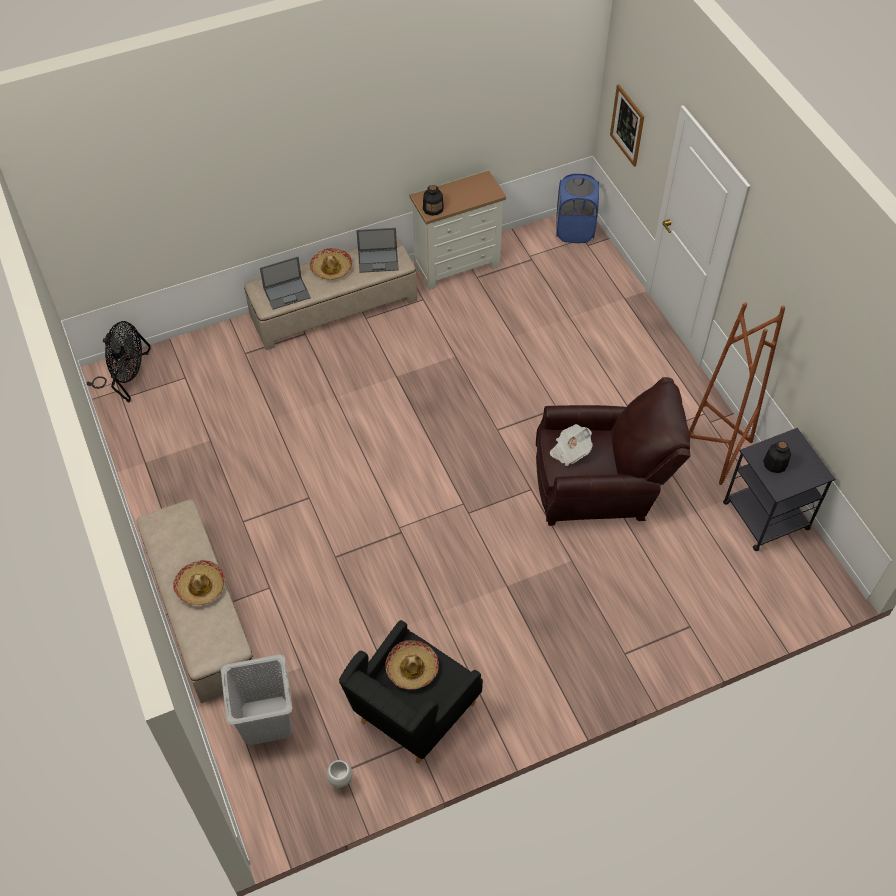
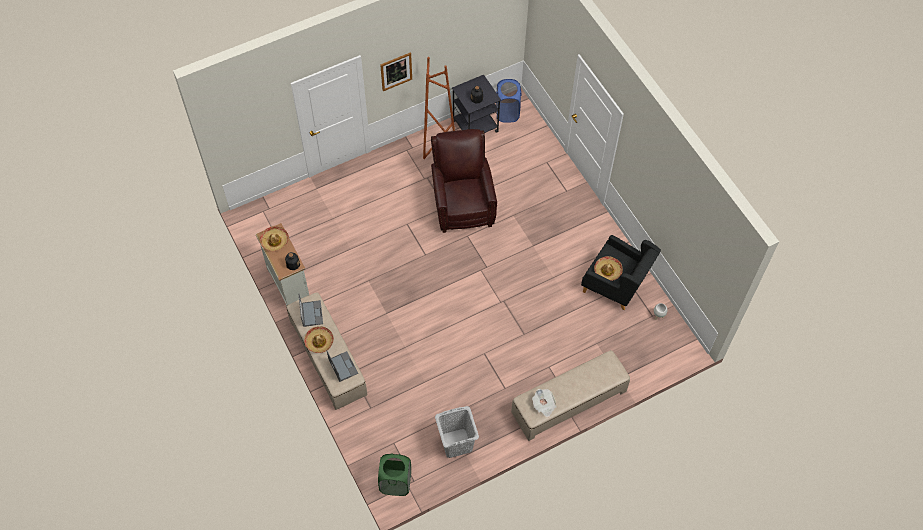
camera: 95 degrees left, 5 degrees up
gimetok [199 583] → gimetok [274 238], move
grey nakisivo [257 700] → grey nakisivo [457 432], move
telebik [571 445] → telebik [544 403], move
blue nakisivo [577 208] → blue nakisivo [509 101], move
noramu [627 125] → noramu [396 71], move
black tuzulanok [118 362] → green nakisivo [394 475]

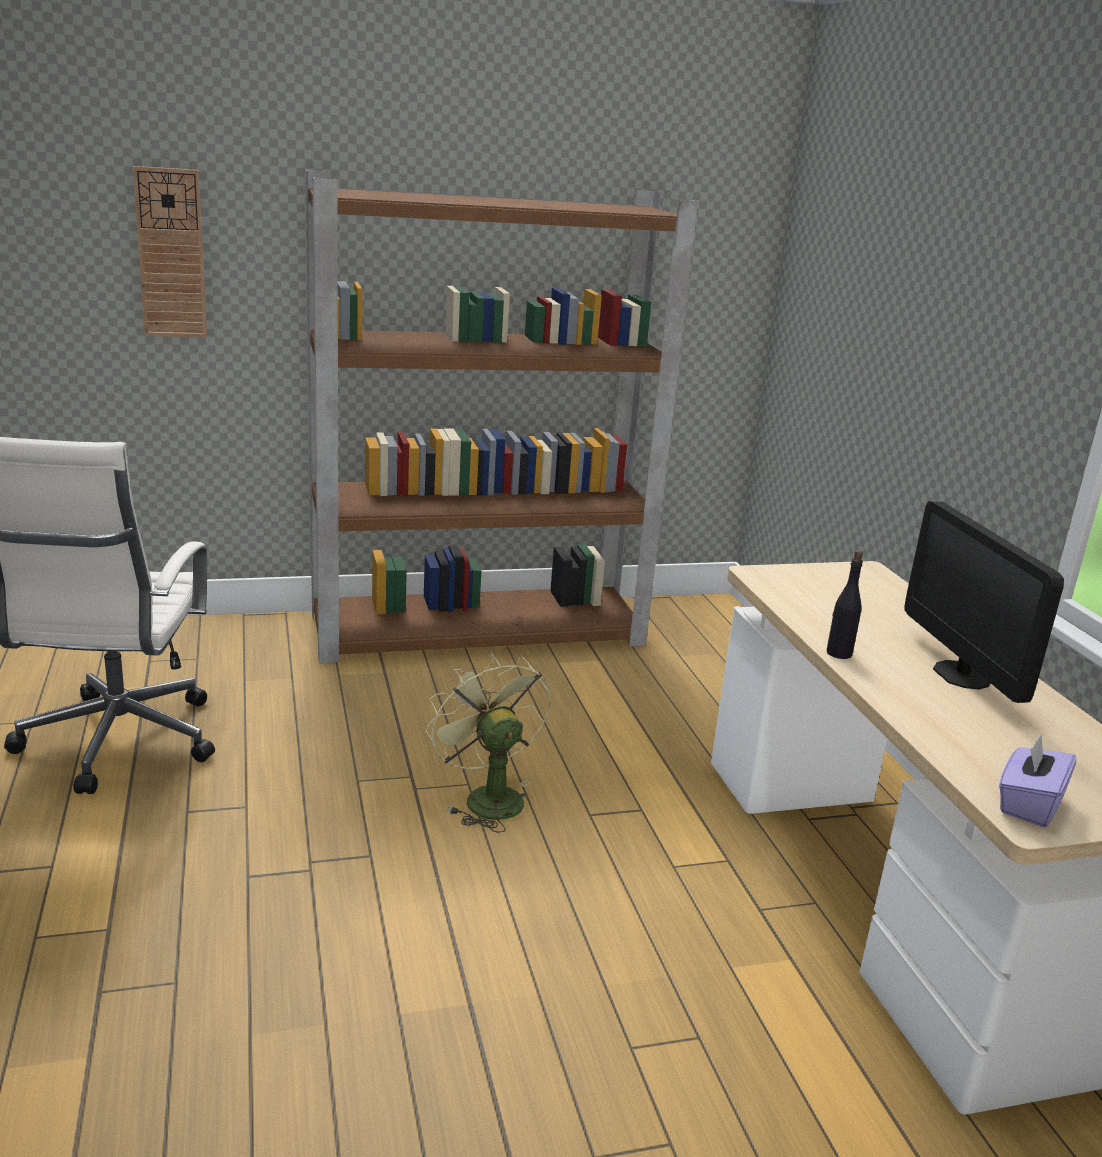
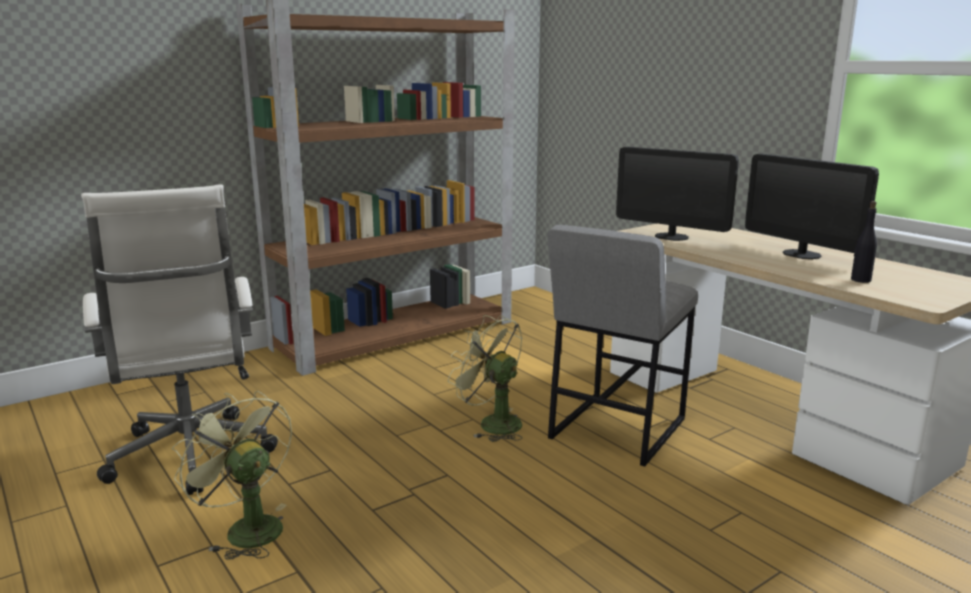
camera: 20 degrees left, 5 degrees down
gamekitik [170 251] → -
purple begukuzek [1037 781] → -
- → green tuzulanok [232 475]
- → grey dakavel [622 346]
- → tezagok [677 194]
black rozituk [845 604] → black rozituk [864 242], move

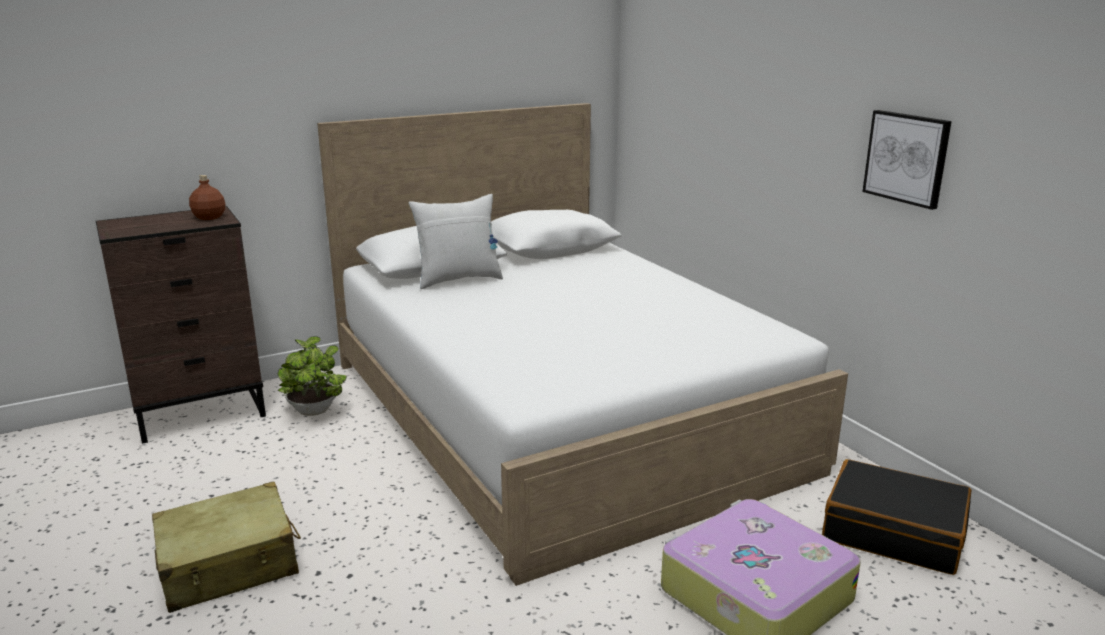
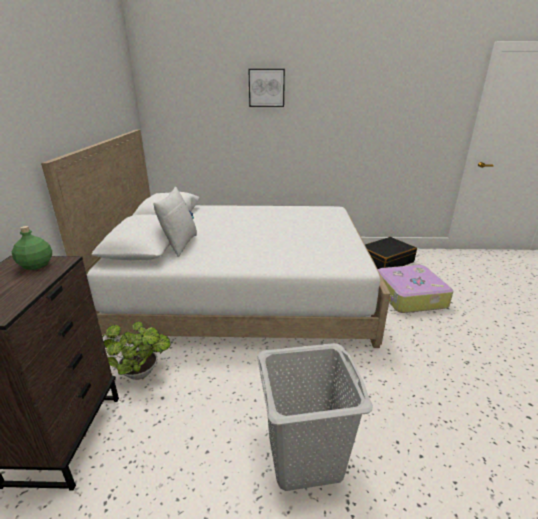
camera: 60 degrees left, 5 degrees up
noramu [907 160] → noramu [266 88], move
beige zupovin [226 547] → grey nakisivo [315 417]
brown rozituk [207 197] → green rozituk [32 248]

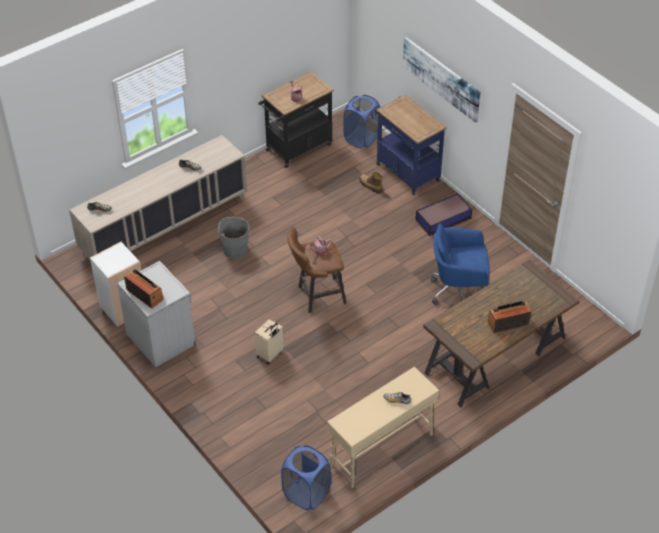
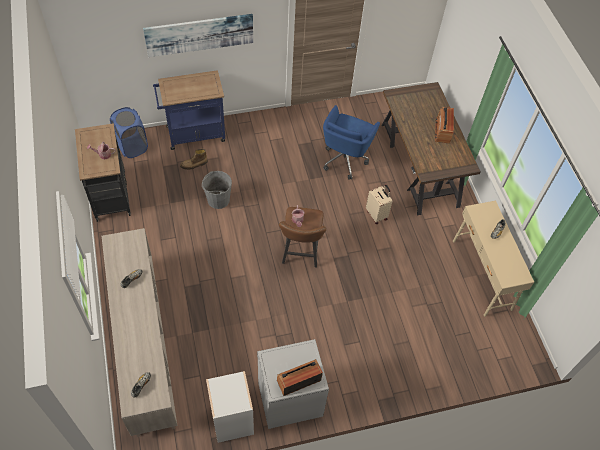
camera: 70 degrees left, 10 degrees up
blue nakisivo [306 477] → -
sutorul [443 214] → -
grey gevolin [233 238] → grey gevolin [217 190], move
beige zupovin [269 342] → beige zupovin [379 204], move

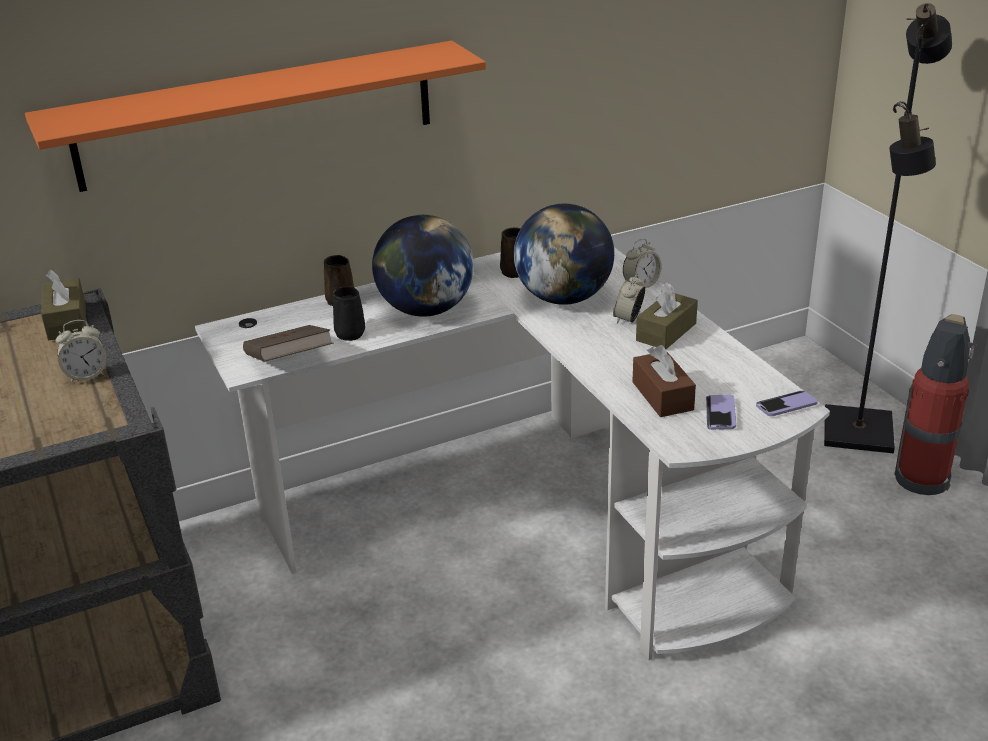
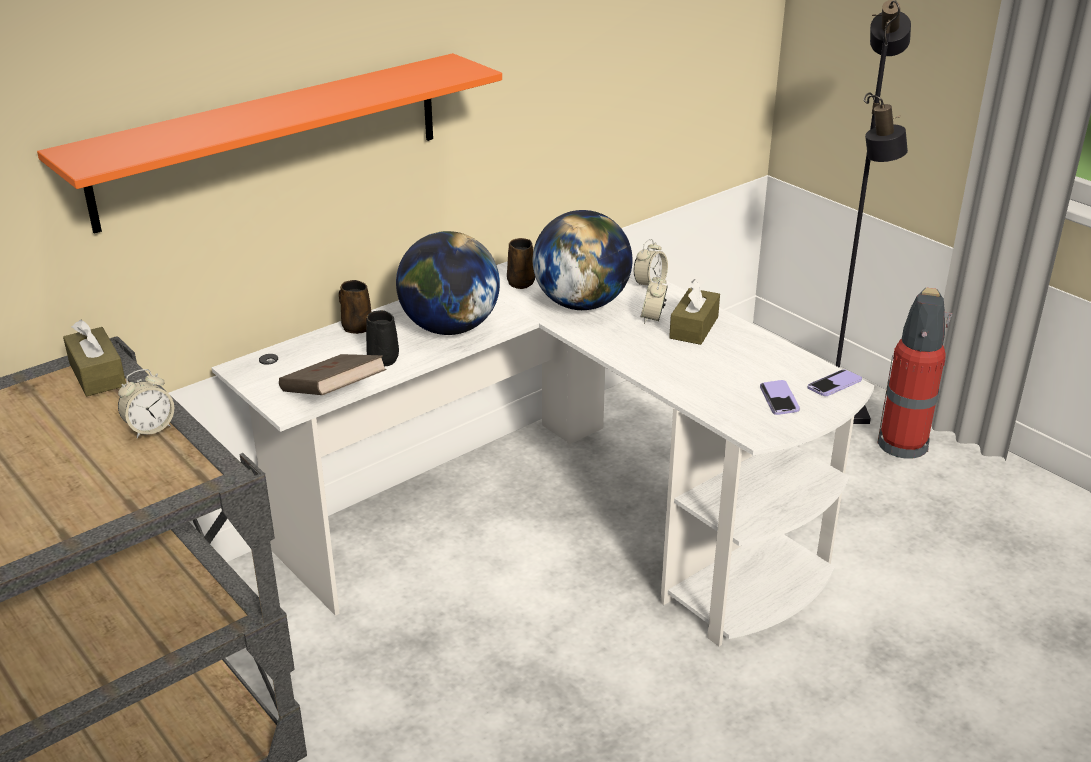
camera: 15 degrees left, 0 degrees up
brown begukuzek [664 381] → -

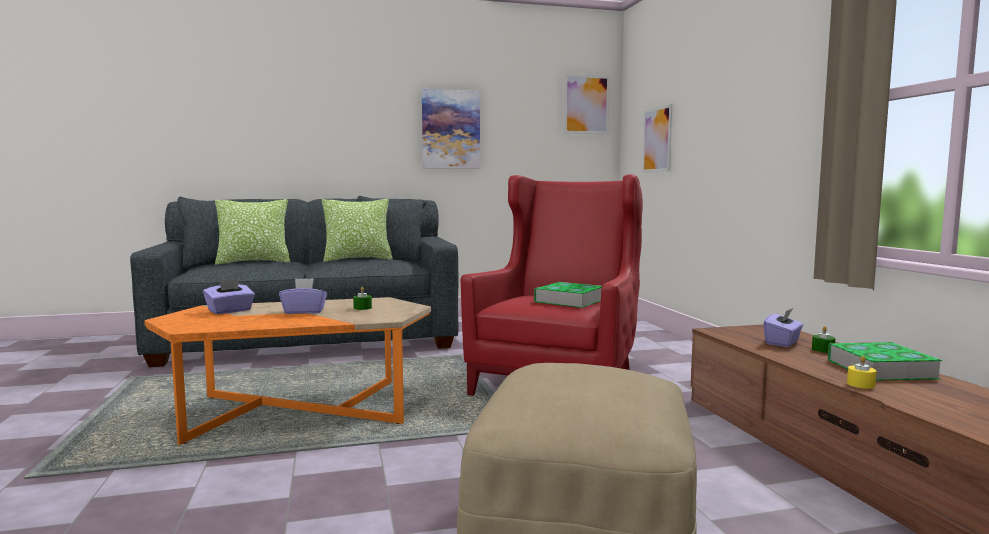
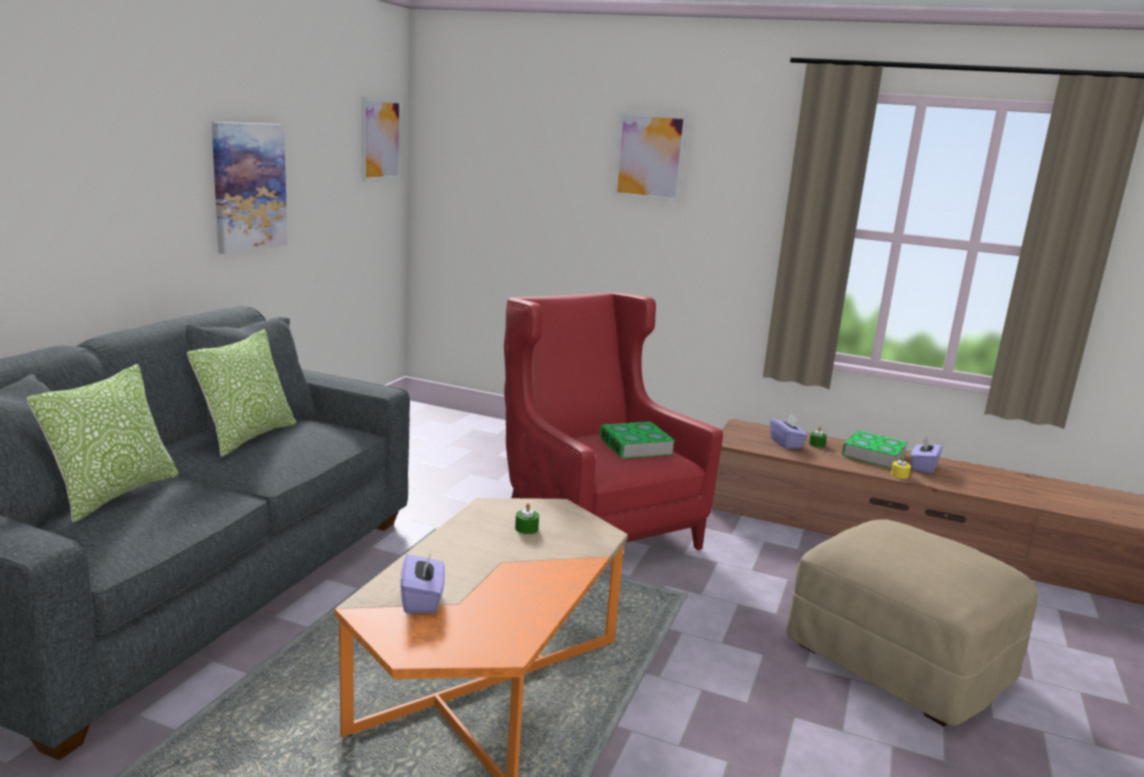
camera: 55 degrees left, 10 degrees up
purple begukuzek [303 296] → purple begukuzek [926 455], move
noramu [657 138] → noramu [650 156], move

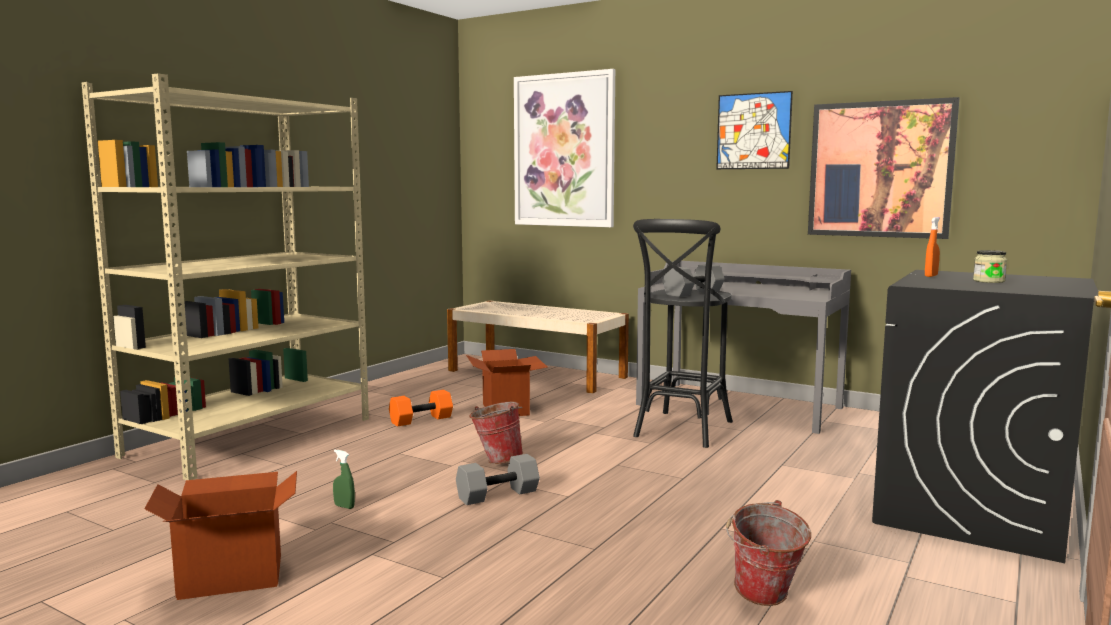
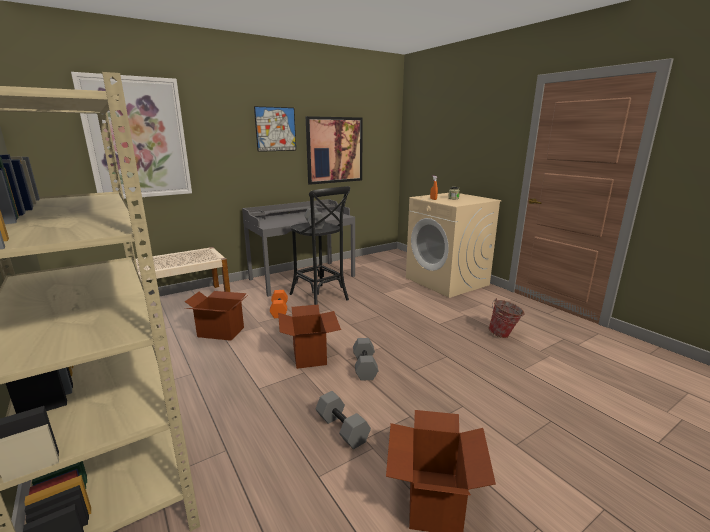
camera: 65 degrees left, 10 degrees up
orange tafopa [421 408] → orange tafopa [279 304], move
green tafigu [344 479] → grey tafopa [343 420]
gevolin [496 432] → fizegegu [309 337]
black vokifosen [985 416] → beige vokifosen [453 245]

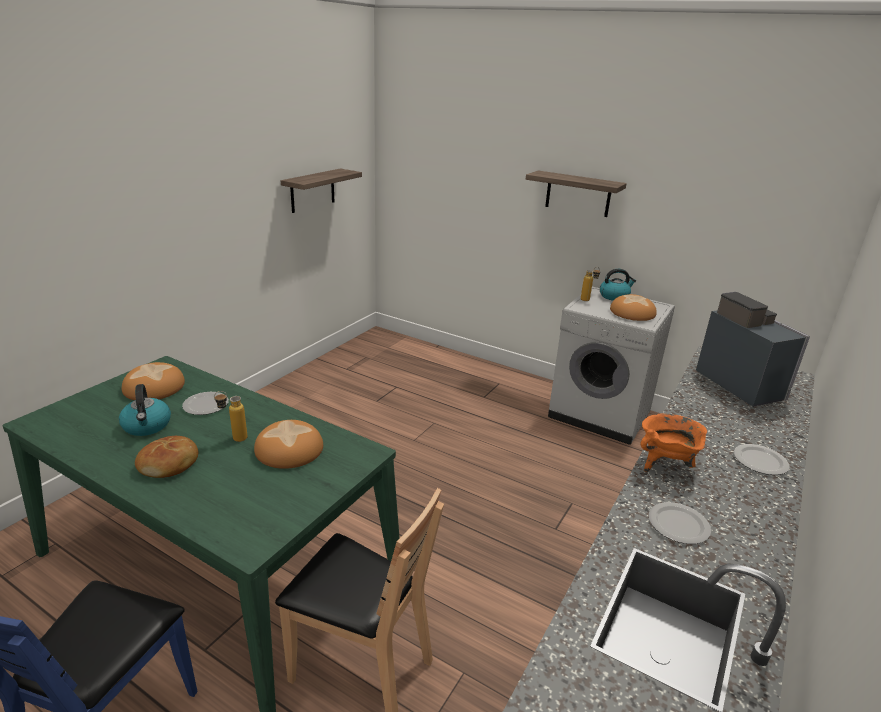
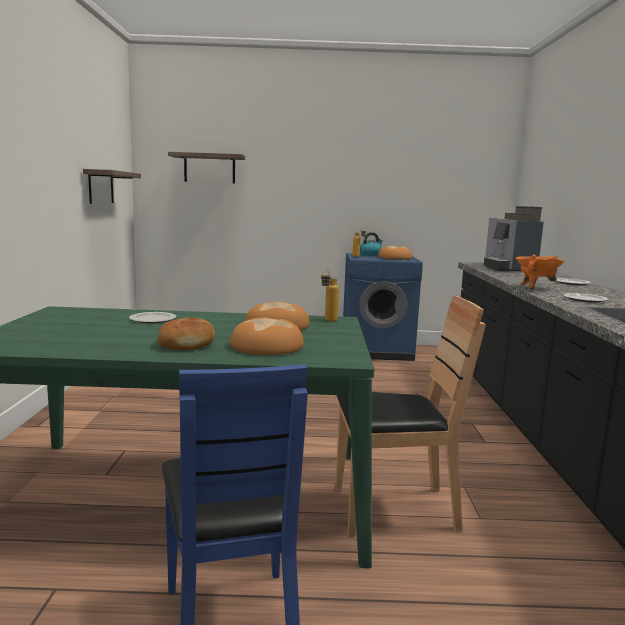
camera: 30 degrees left, 15 degrees down
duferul [145 410] → -
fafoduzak [153 381] → fafoduzak [267 336], move
rozituk [231 416] → rozituk [330 295], move
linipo [576 193] → linipo [206 167], move
white vokifosen [611 366] → blue vokifosen [383 307]
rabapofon [753 349] → rabapofon [514 238], 135 degrees counterclockwise

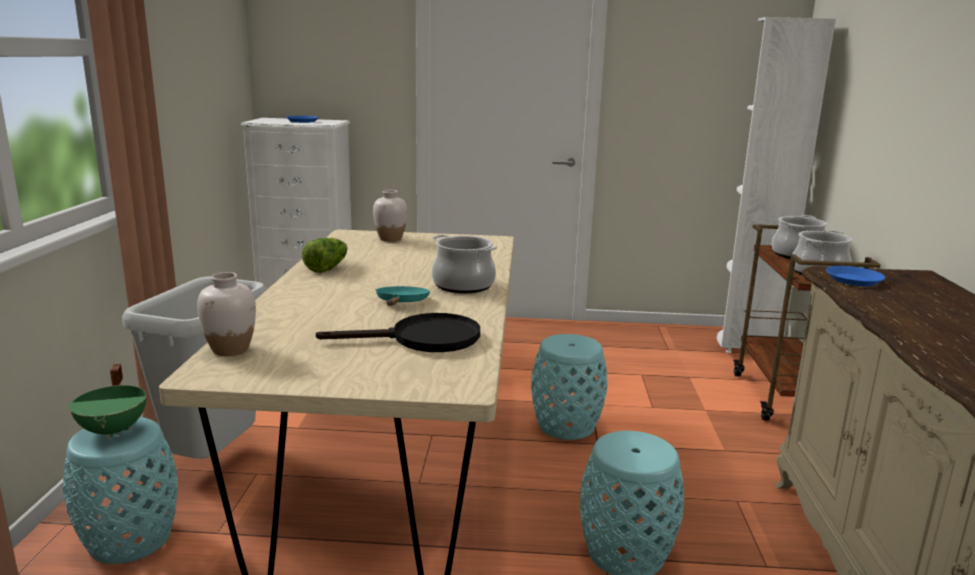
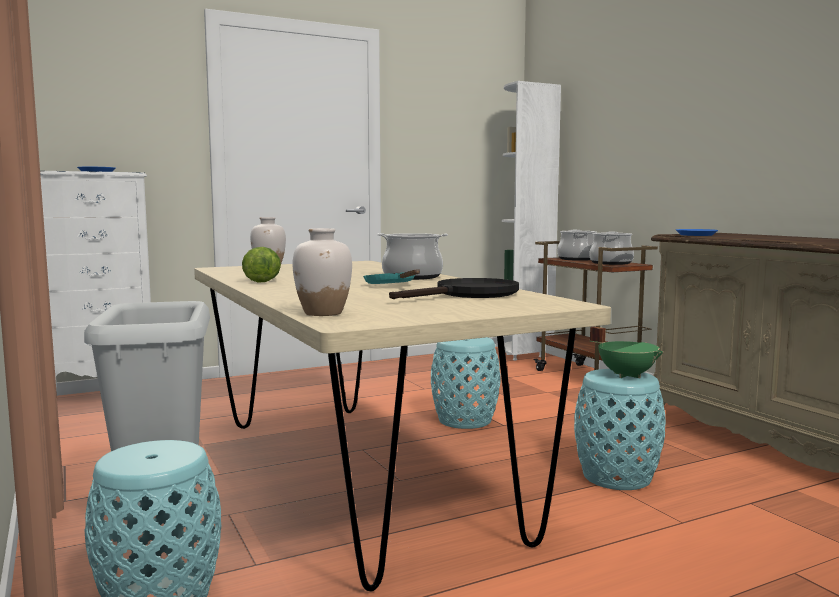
camera: 30 degrees left, 10 degrees down
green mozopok [108 401] → green mozopok [627 352], move

